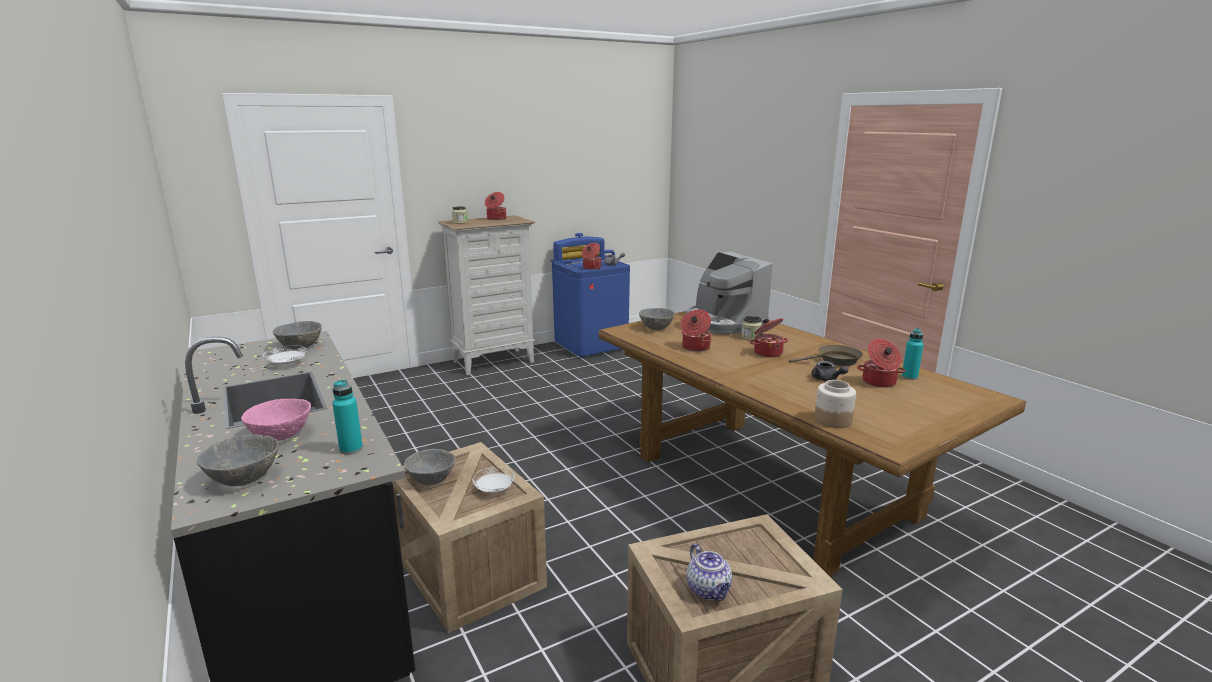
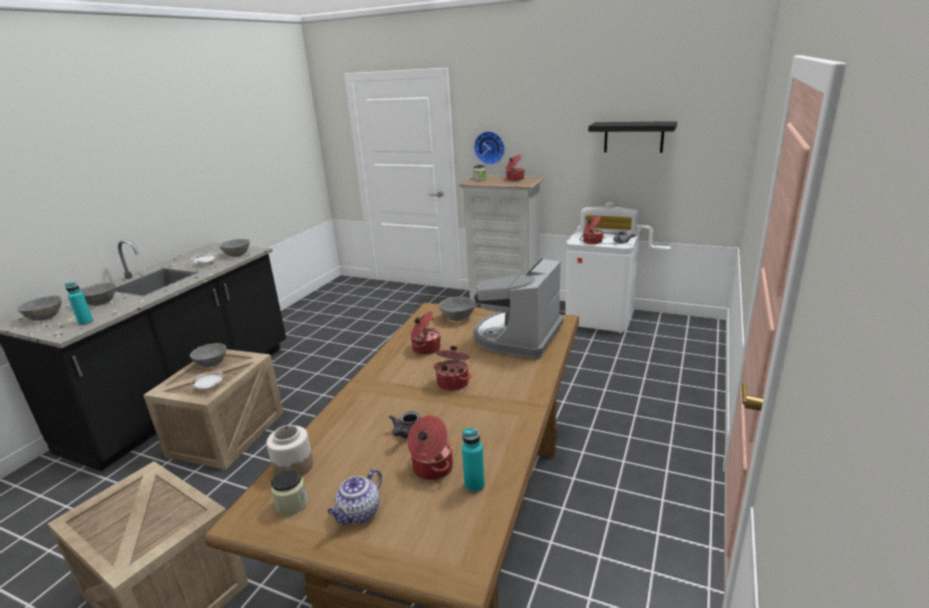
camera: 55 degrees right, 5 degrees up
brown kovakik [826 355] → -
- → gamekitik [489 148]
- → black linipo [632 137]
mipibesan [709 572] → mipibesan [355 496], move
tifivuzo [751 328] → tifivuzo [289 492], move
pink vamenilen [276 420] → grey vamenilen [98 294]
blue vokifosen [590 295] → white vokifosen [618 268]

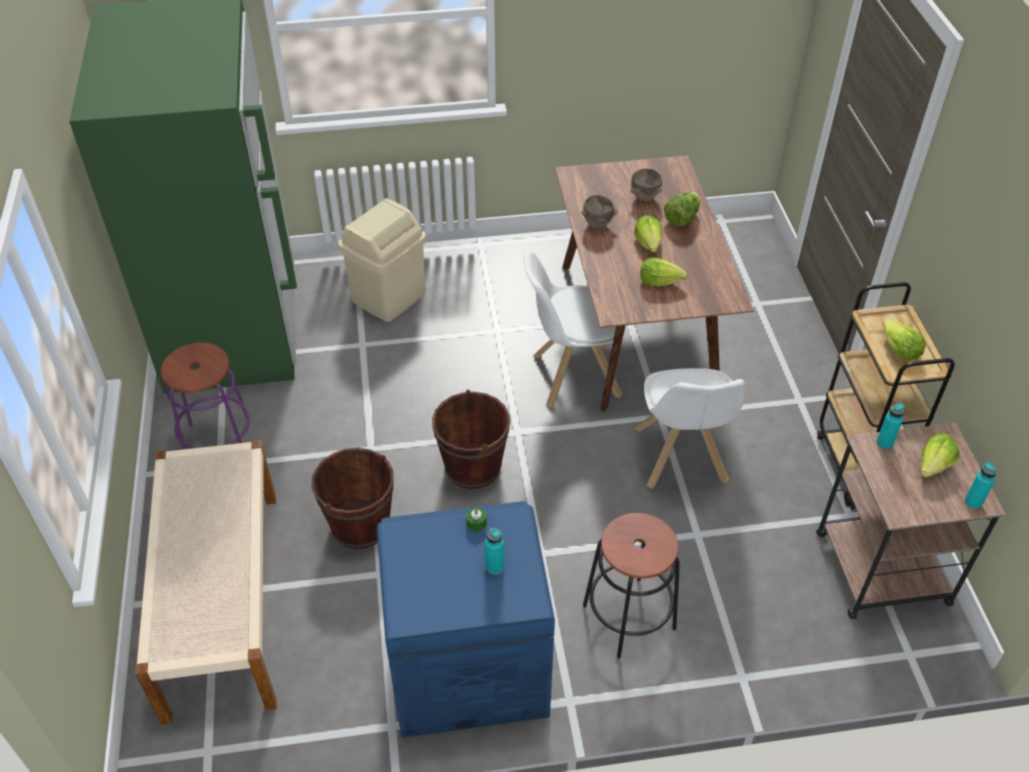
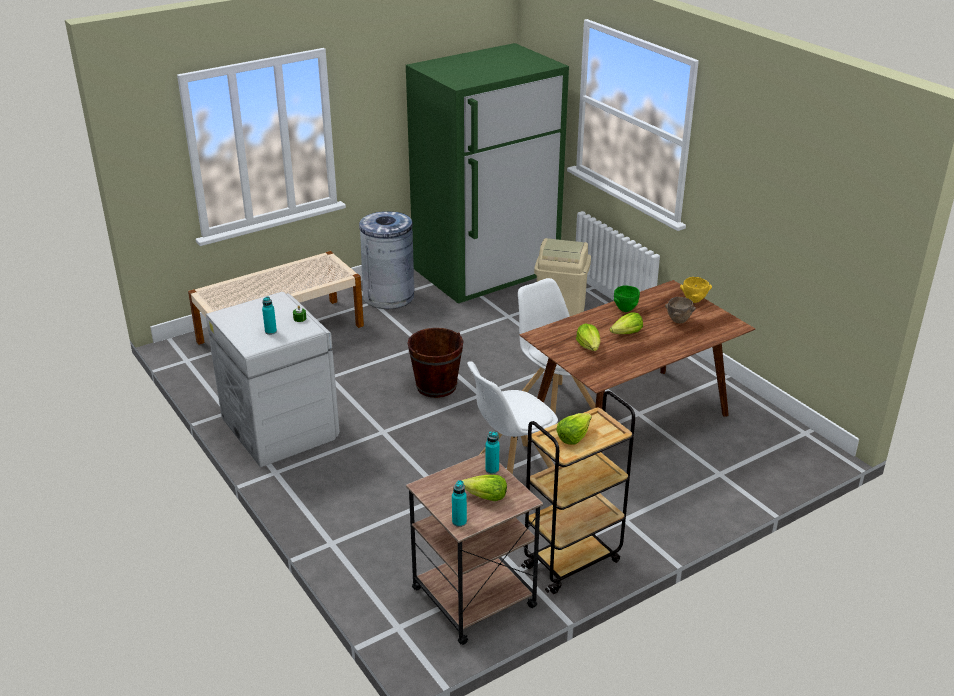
camera: 65 degrees right, 15 degrees down
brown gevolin [353 498] → -
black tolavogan [631 585] → -
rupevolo [682 209] → -
- → yellow vamenilen [696 290]
purple tolavogan [205 404] → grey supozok [387 260]
blue vokifosen [466 619] → white vokifosen [273 380]
brown vamenilen [600 212] → green vamenilen [627 298]

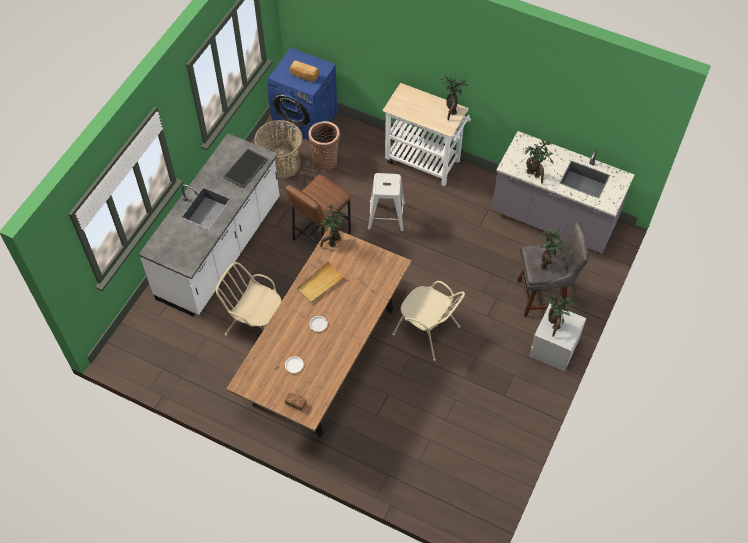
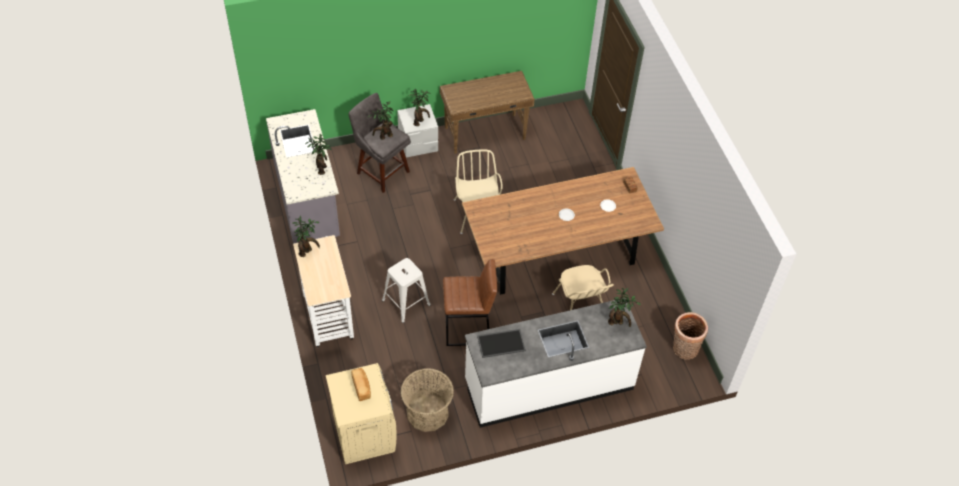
camera: 135 degrees left, 5 degrees down
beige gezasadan [321 282] → -
- → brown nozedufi [487 112]
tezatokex [324 146] → tezatokex [690 336], move
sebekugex [330 225] → sebekugex [624 307], move
blue vokifosen [303 94] → beige vokifosen [361 413]

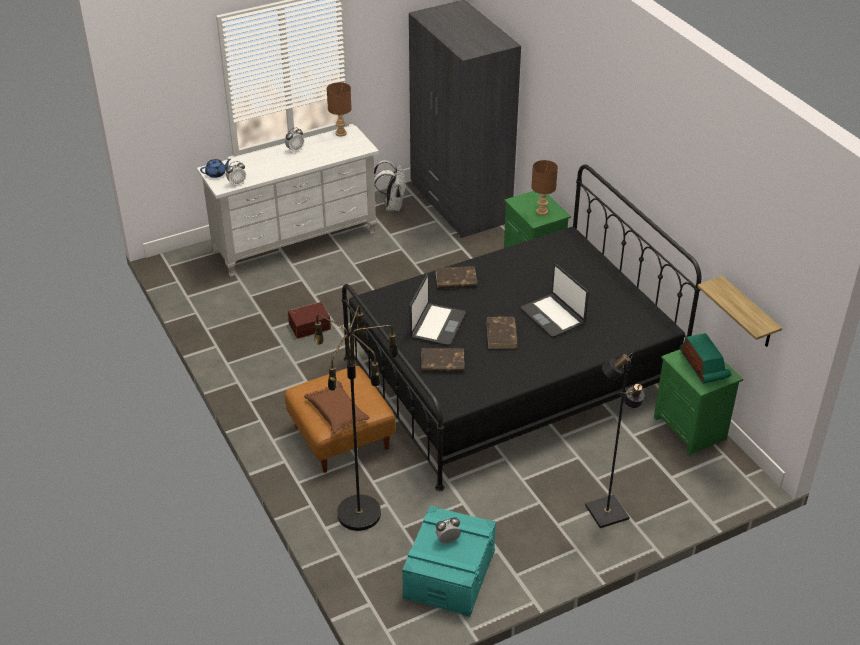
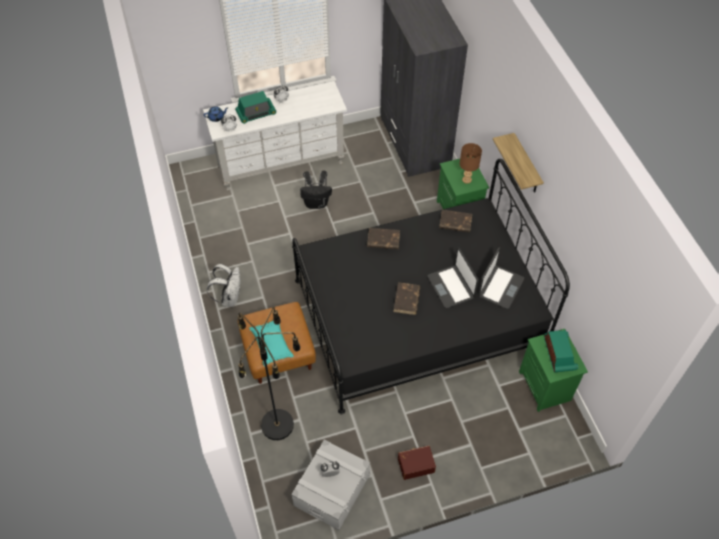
camera: 10 degrees right, 15 degrees up
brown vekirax [339 109] → -
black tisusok [615 440] → -
- → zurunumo [255 107]
- → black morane [316 190]
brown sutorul [309 320] → brown sutorul [417 463], move
white morane [390 185] → white morane [224 285], move
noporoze [437 309] → noporoze [501 278], move
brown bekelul [442 360] → brown bekelul [455 221], move
linipo [739 311] → linipo [518 163], move
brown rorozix [337 407] → turquoise rorozix [271 343]
turquoise sutorul [449 561] → grey sutorul [330 485]

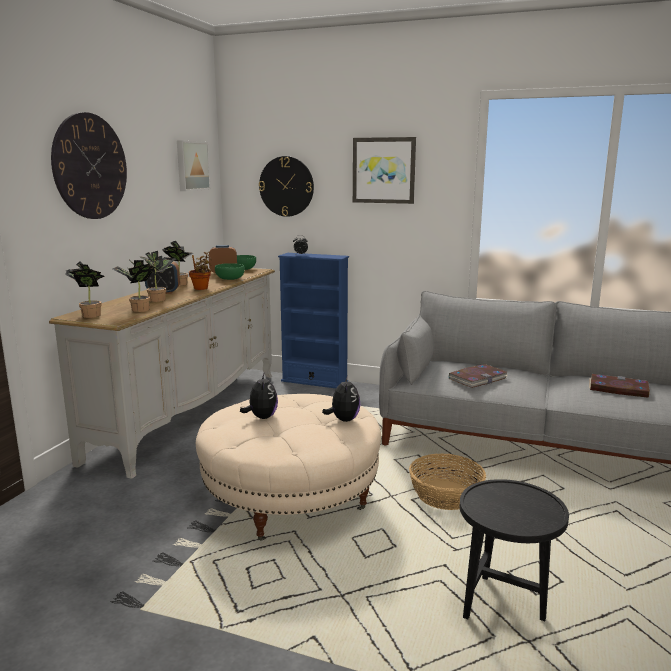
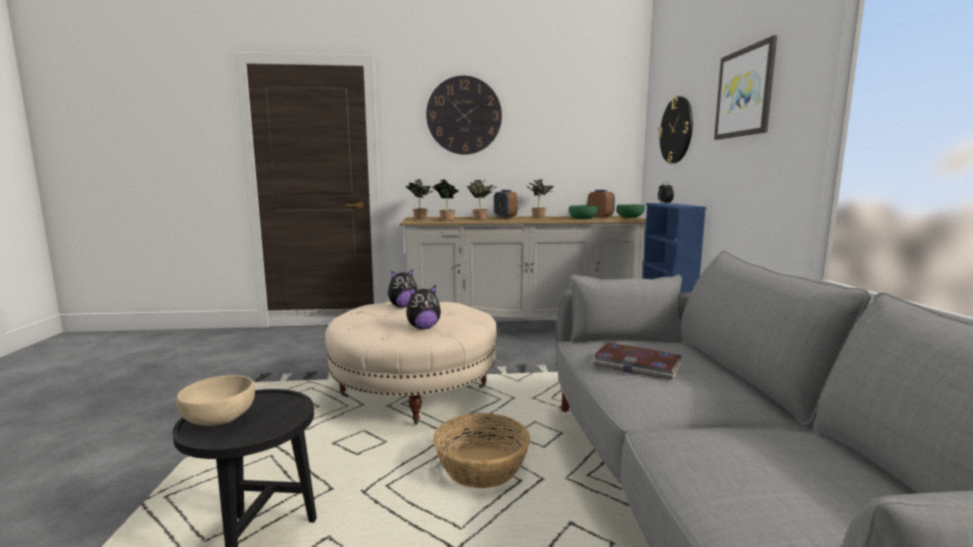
camera: 65 degrees right, 5 degrees down
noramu [194 165] → -
sebekugex [200 271] → -
bekelul [619 386] → -
- → beige vamenilen [215 400]

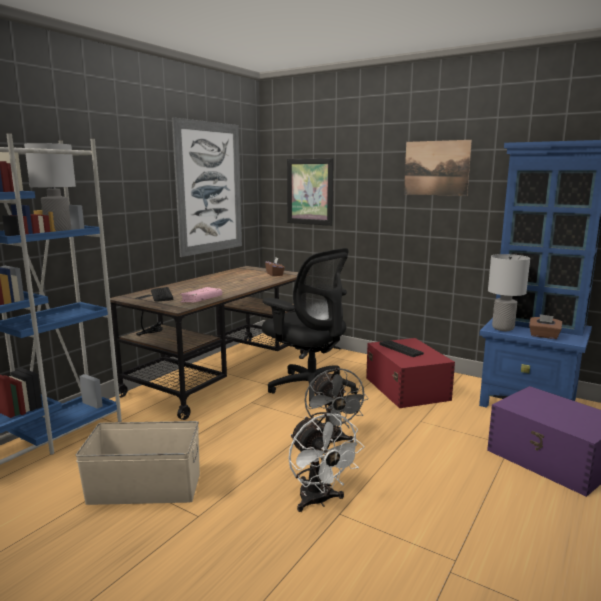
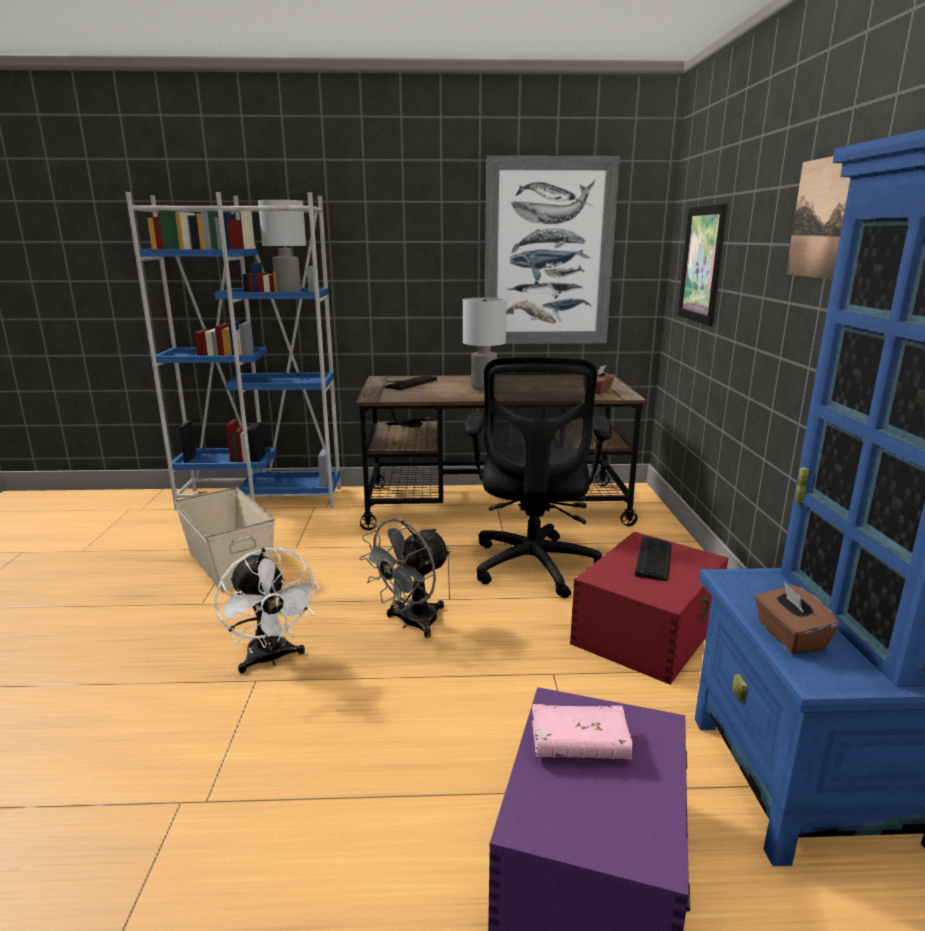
camera: 55 degrees right, 5 degrees up
pink bekelul [200 295] → pink bekelul [582 731], move
grey vekirax [509 292] → grey vekirax [485 344], move
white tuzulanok [326 462] → white tuzulanok [267 610], 60 degrees counterclockwise

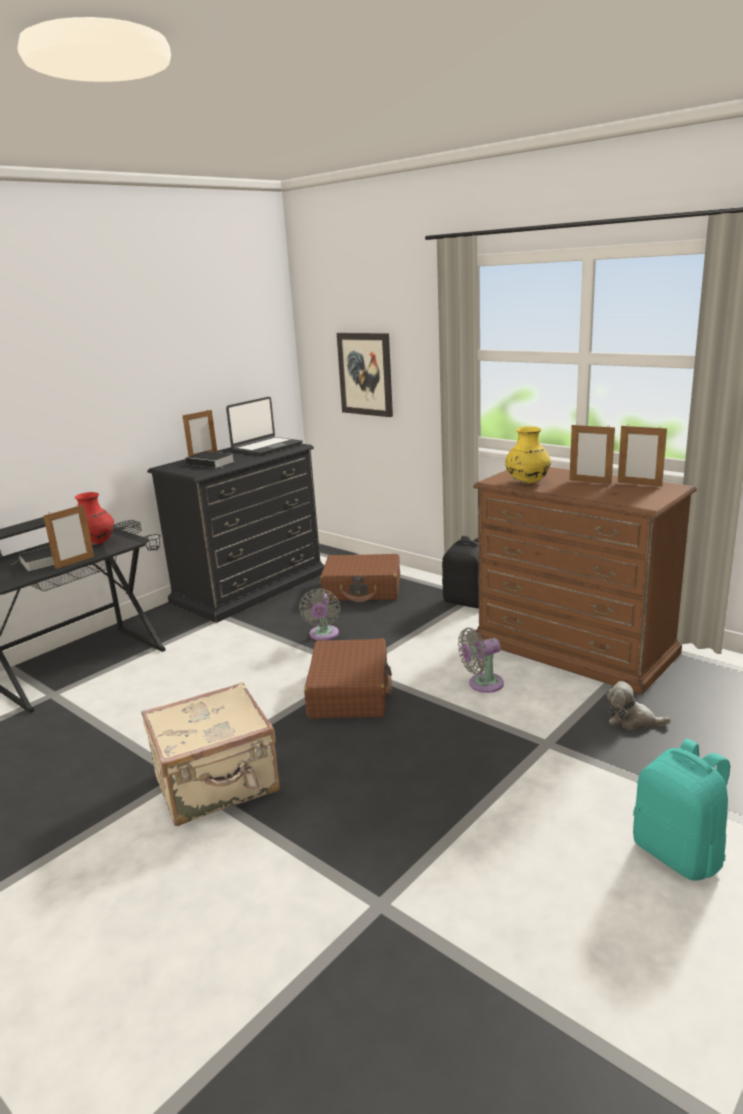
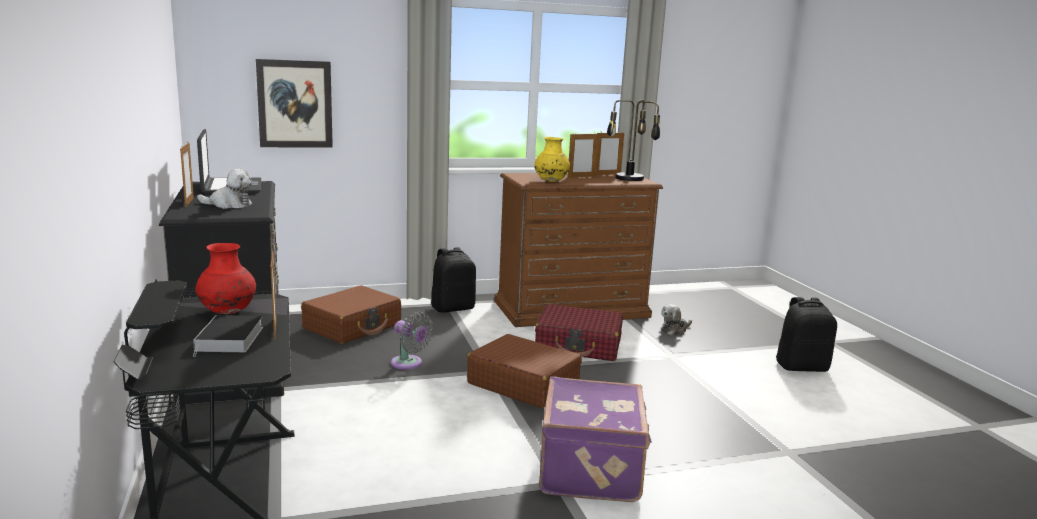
camera: 60 degrees left, 5 degrees down
- → vekirax [633 140]
bekelul [209 459] → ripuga [224 189]
grey tuzulanok [481 660] → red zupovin [579 332]
beige zupovin [210 754] → purple zupovin [595 439]
turquoise morane [681 810] → black morane [806 334]

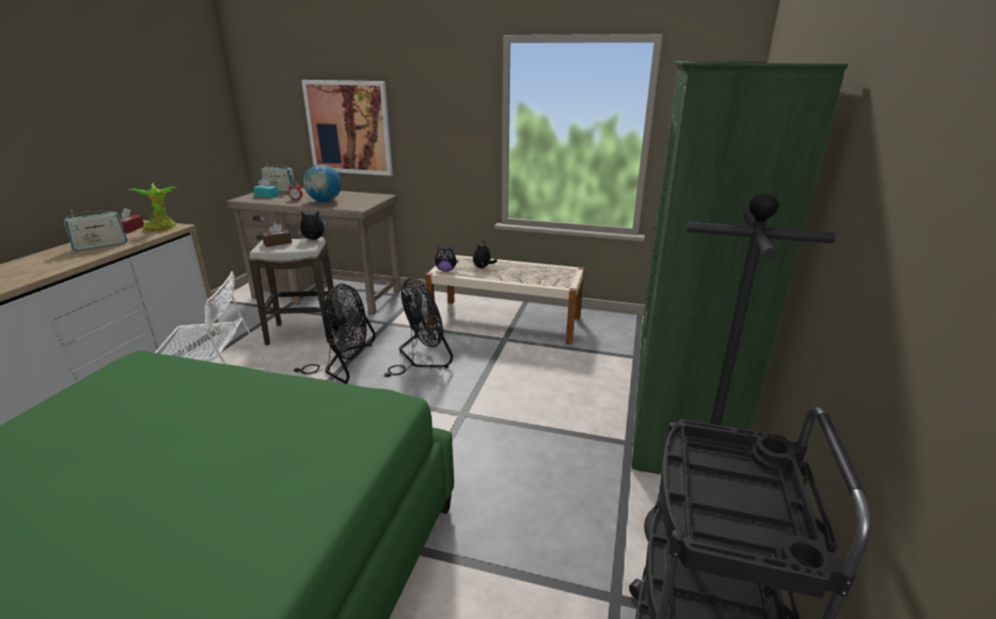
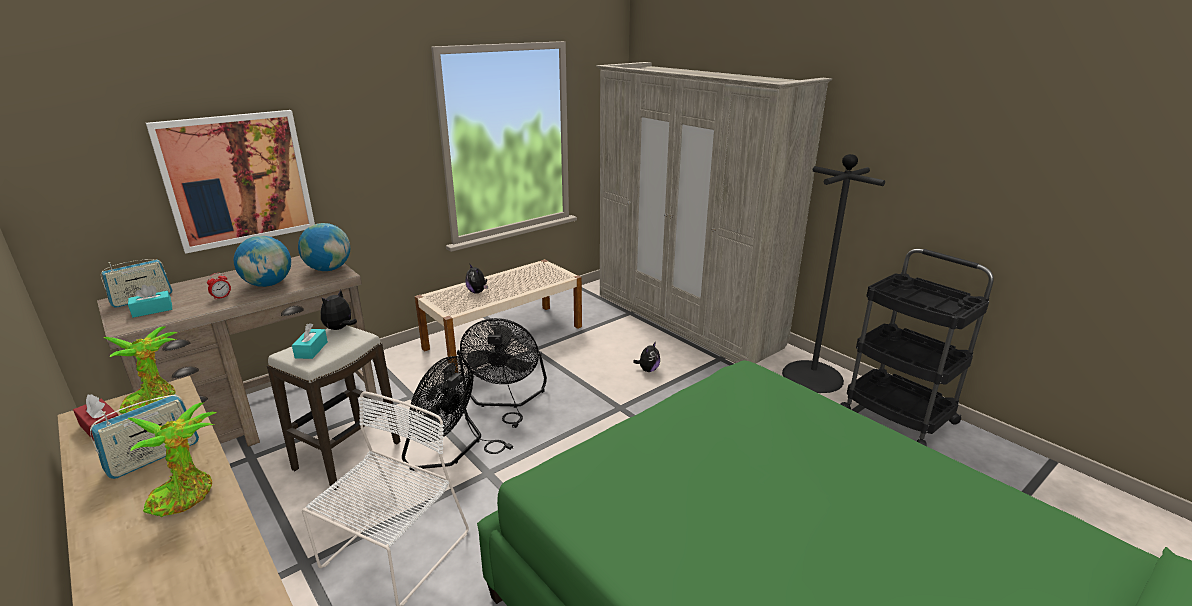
camera: 55 degrees left, 0 degrees up
- → sebekugex [172 460]
- → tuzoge [324 247]
ripuga [447 259] → ripuga [646 357], move
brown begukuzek [277 235] → turquoise begukuzek [310 341]
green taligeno [740 268] → beige taligeno [714 213]
zurunumo [96 230] → zurunumo [144 436], 45 degrees clockwise
black tuzulanok [334 334] → black tuzulanok [457 413], 105 degrees counterclockwise

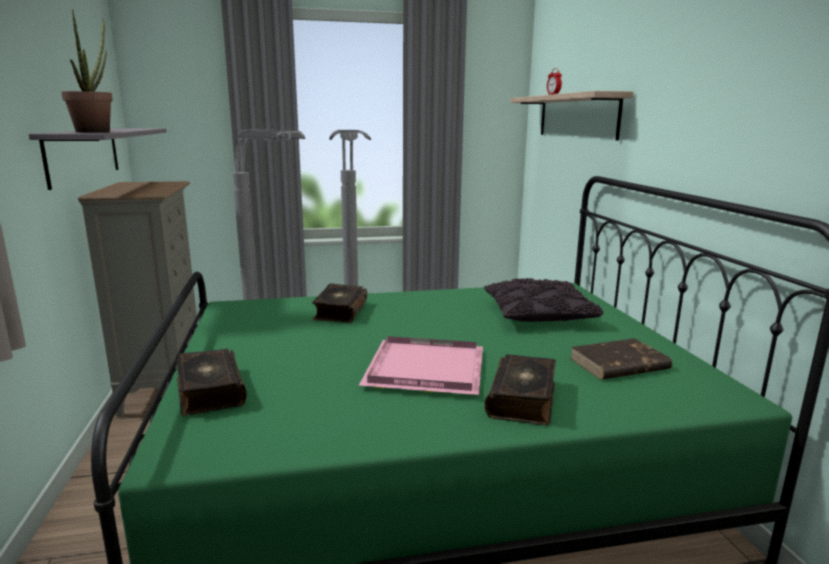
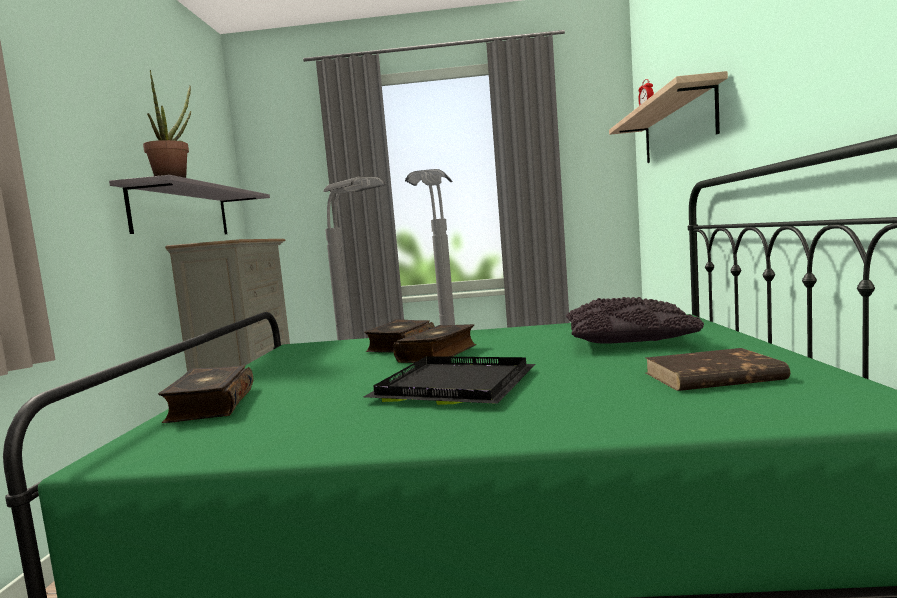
camera: 15 degrees right, 10 degrees down
bekelul [520 389] → bekelul [434 343], move
pink gezasadan [421 365] → black gezasadan [449 380]

